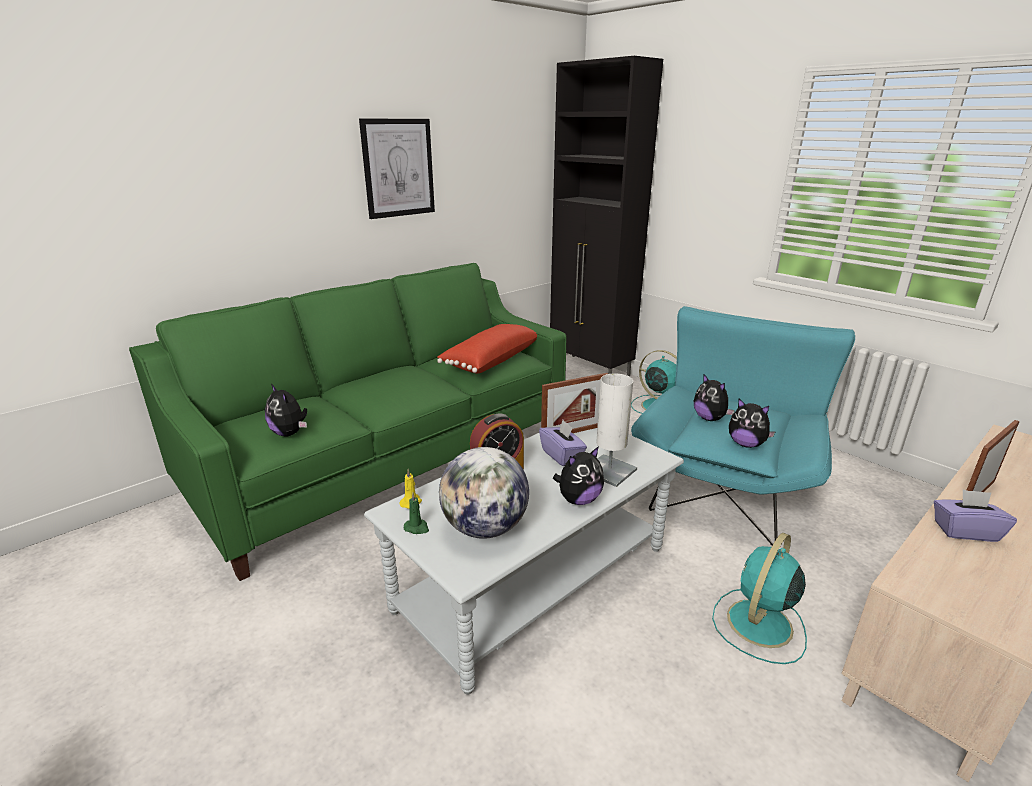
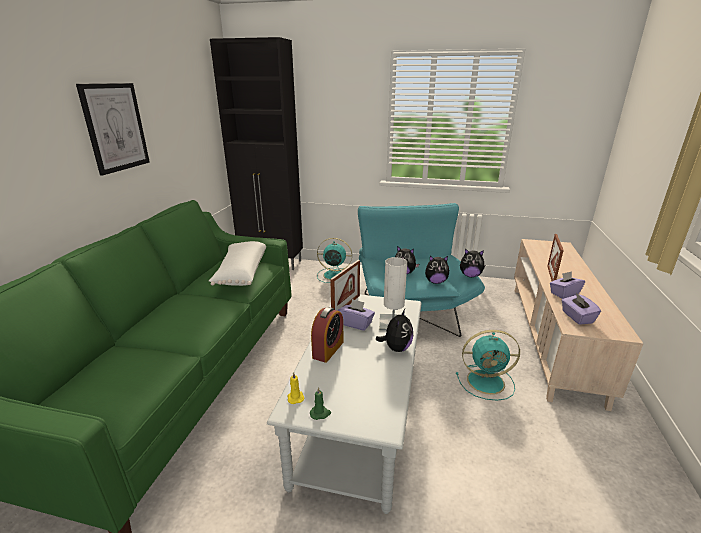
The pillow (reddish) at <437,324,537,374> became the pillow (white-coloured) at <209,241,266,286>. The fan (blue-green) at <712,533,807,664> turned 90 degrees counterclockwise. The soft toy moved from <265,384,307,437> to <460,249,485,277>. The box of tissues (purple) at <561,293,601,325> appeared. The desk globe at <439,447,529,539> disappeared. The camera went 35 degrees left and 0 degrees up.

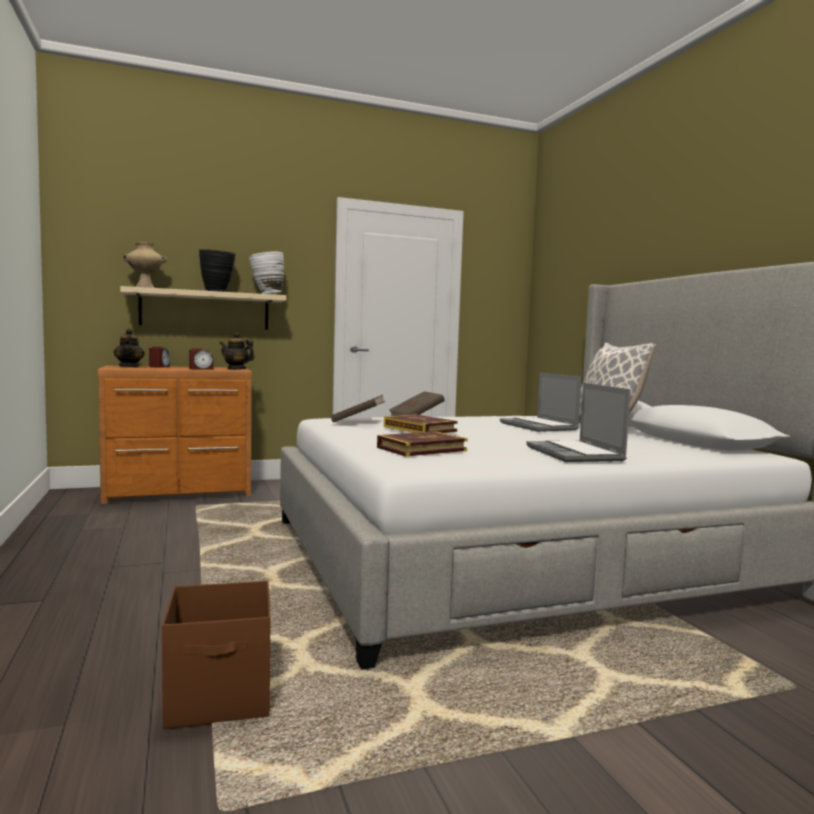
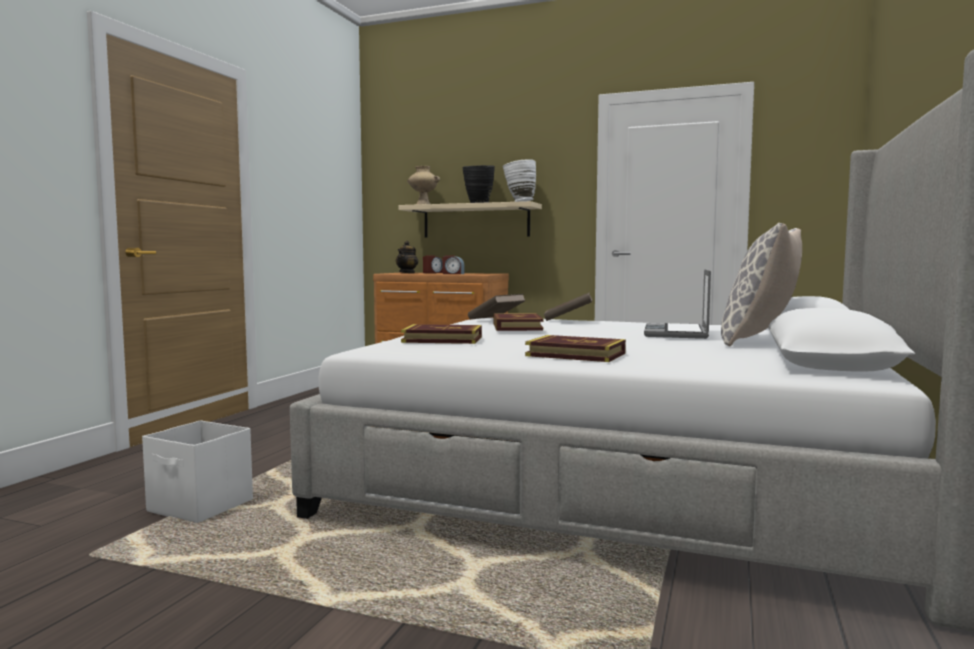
The storage box (brownish) at <162,581,271,729> became the storage box (white-coloured) at <142,420,253,523>. The portable computer at <526,383,631,462> was replaced by the book at <525,335,626,362>. The tea pot at <220,332,255,370> disappeared. The camera went 40 degrees right and 0 degrees up.

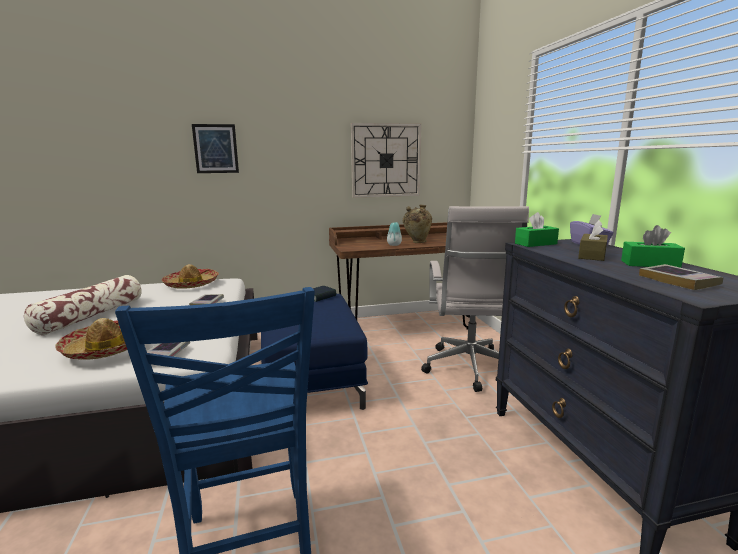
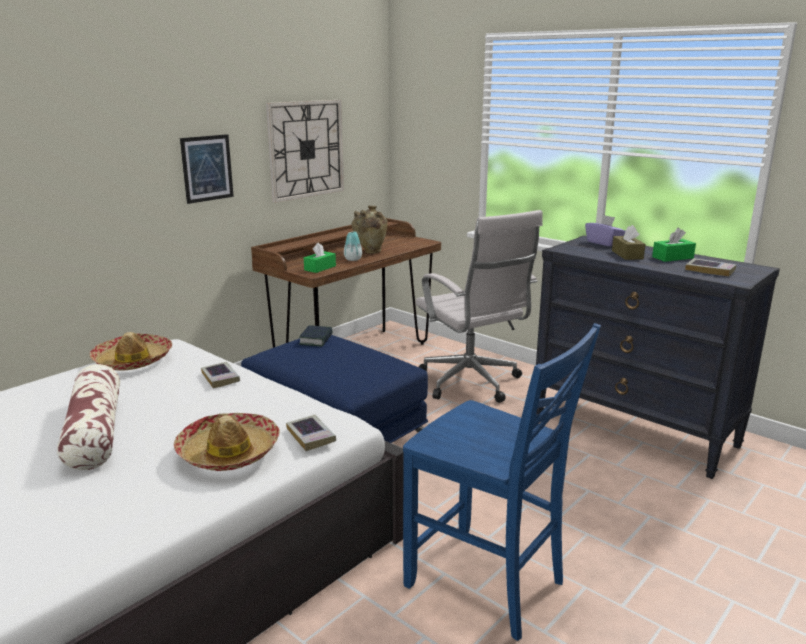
The wall art moved from <192,124,239,173> to <180,134,234,204>. The box of tissues (green-coloured) moved from <515,212,559,247> to <304,243,336,273>. The camera went 35 degrees left and 5 degrees up.

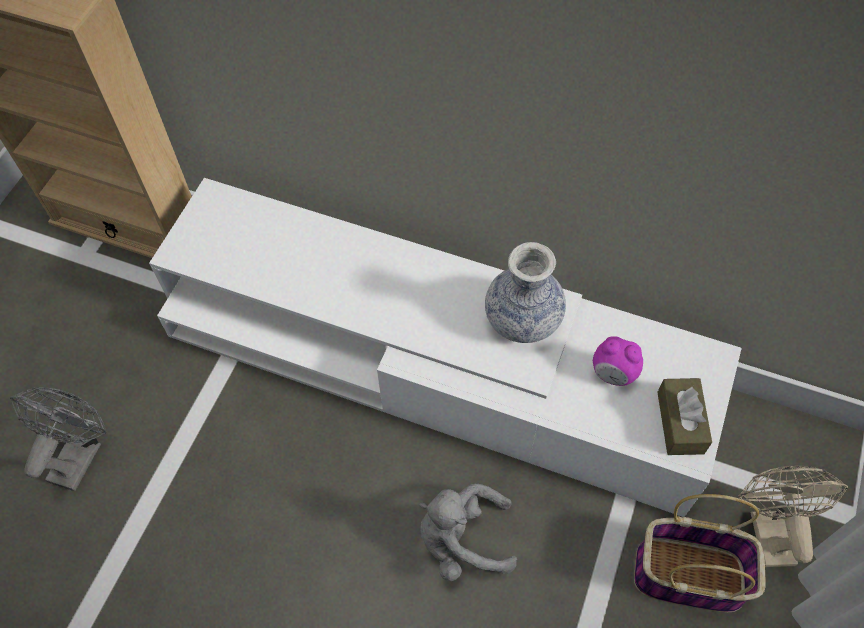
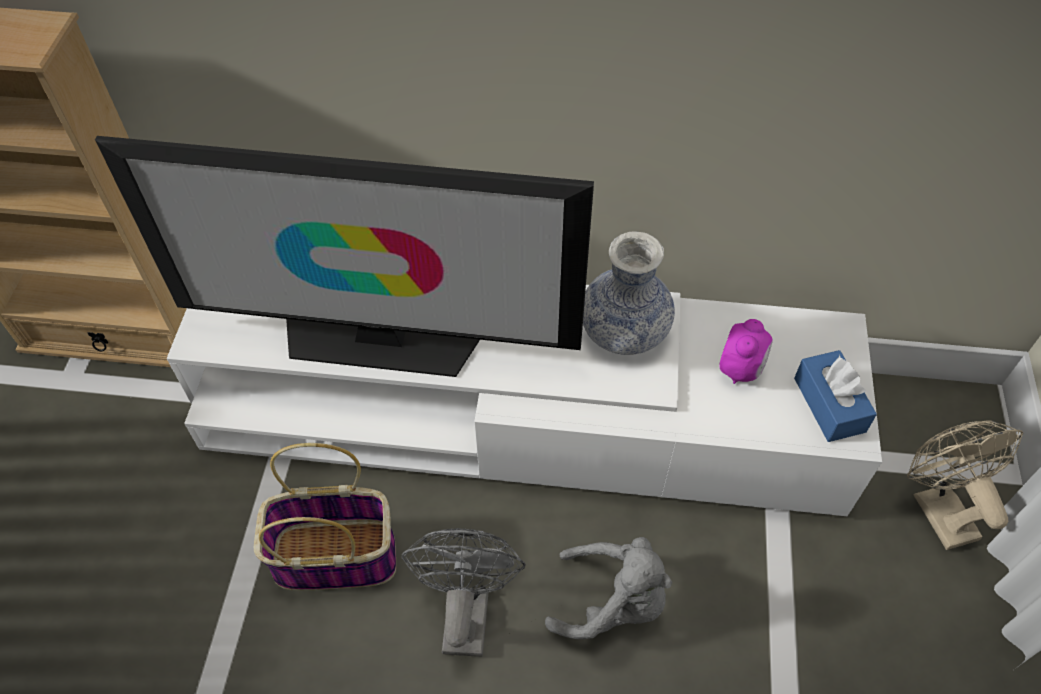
The television at <95,136,594,377> appeared. The household basket moved from <634,494,766,612> to <254,443,396,591>. The fan (greyish) moved from <10,387,107,491> to <401,528,526,657>. The soft toy (greyish) at <419,484,517,581> turned 150 degrees counterclockwise. The bedside clock at <593,336,643,386> turned 75 degrees counterclockwise. The box of tissues (brownish) at <657,378,712,455> became the box of tissues (blue-coloured) at <794,350,877,442>. The camera went 15 degrees left and 5 degrees down.

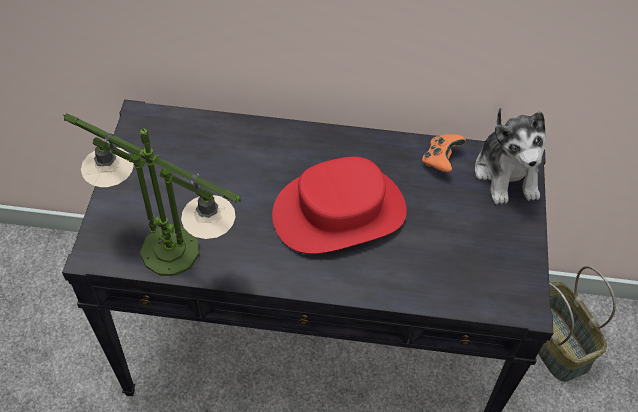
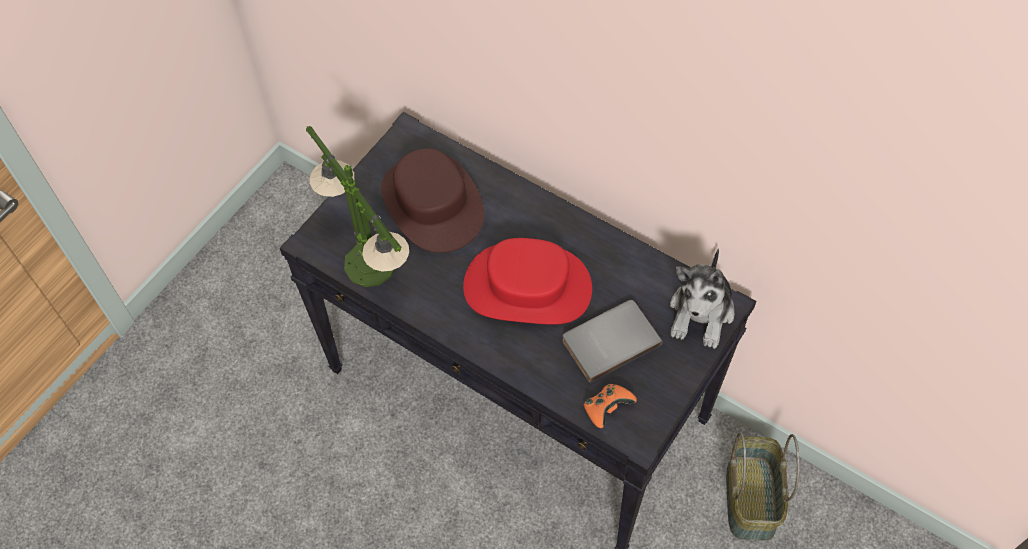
The clothing hat (brownish) at <381,148,484,253> appeared. The book (greyish) at <562,300,662,383> appeared. The gamepad (orange) moved from <422,134,466,172> to <584,384,637,428>. The camera went 30 degrees right and 5 degrees up.

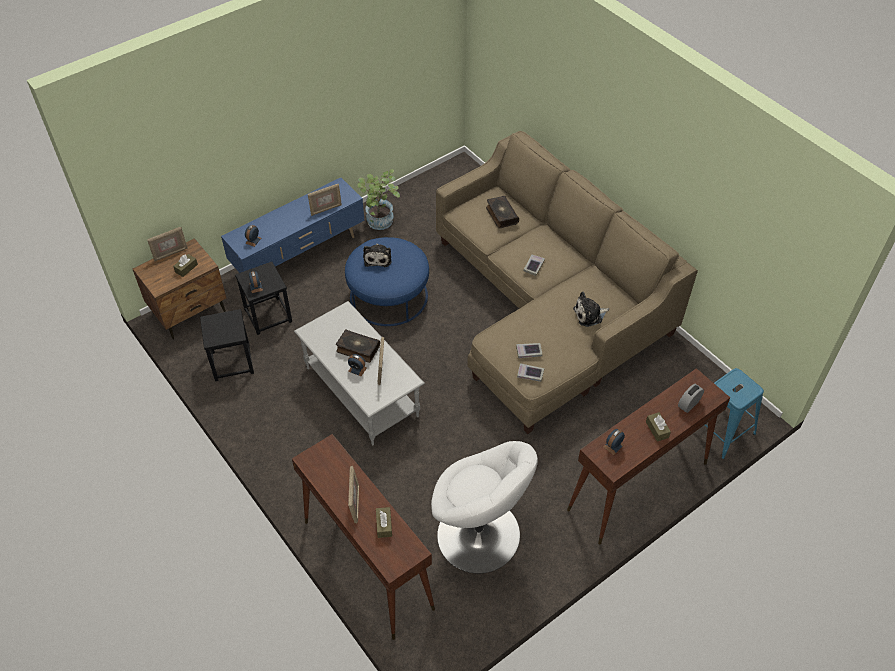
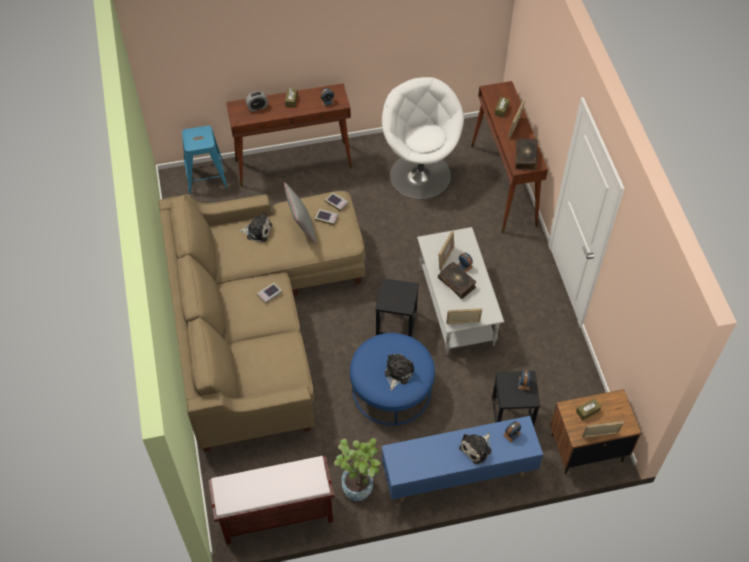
The indoor bench (brownish) at <208,456,335,545> appeared. The pillow (greyish) at <284,182,317,244> appeared. The sitting stool (black-coloured) moved from <200,309,254,381> to <375,278,419,337>. The picture frame moved from <308,184,342,216> to <446,308,483,324>. The soft toy at <459,433,491,464> appeared. The book moved from <486,196,519,229> to <515,138,537,170>. The camera went 155 degrees left and 5 degrees up.

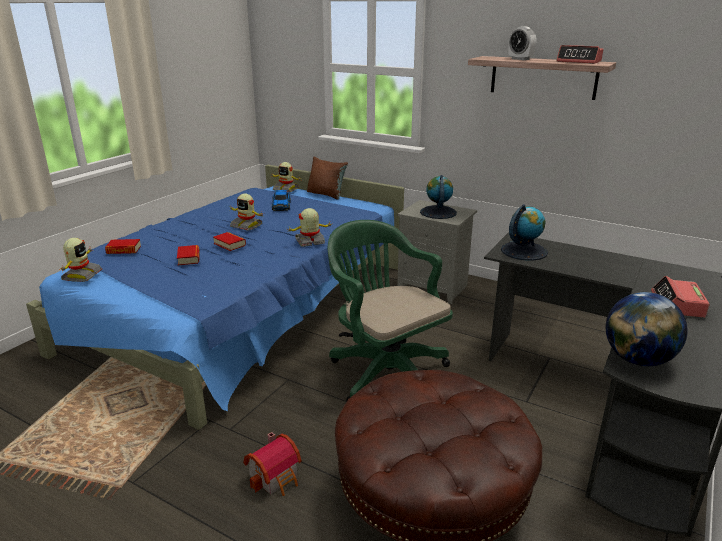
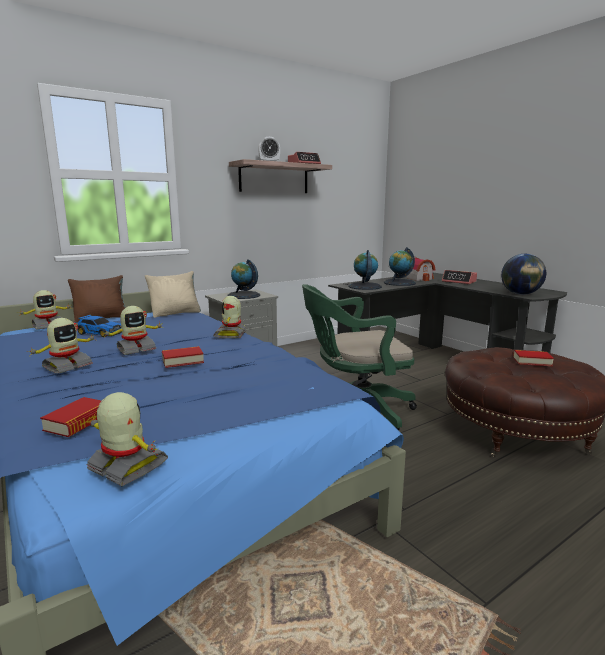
The robot figure at <28,318,95,374> appeared. The pillow (sand-coloured) at <145,271,201,318> appeared. The desk globe at <384,247,416,286> appeared. The miniature house moved from <243,432,302,496> to <407,256,435,281>. The book moved from <177,245,200,265> to <513,350,554,366>. The camera went 65 degrees left and 10 degrees down.

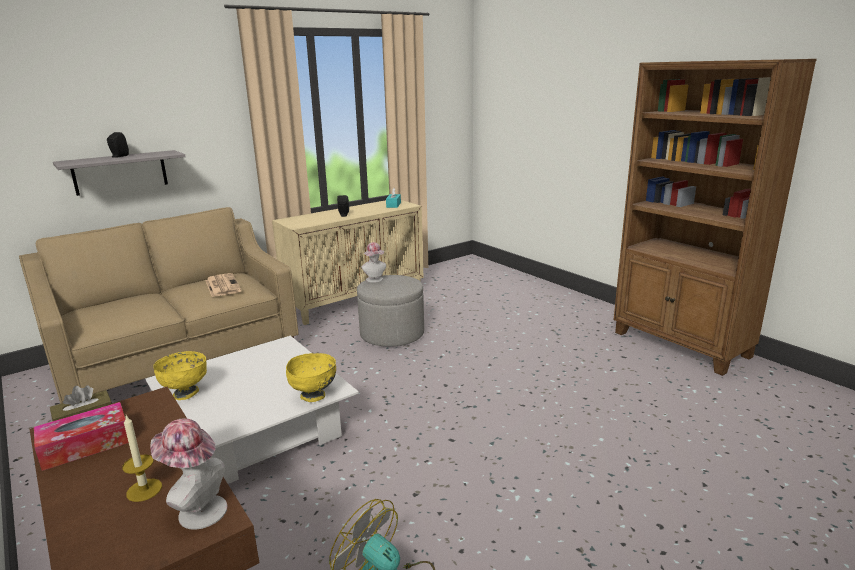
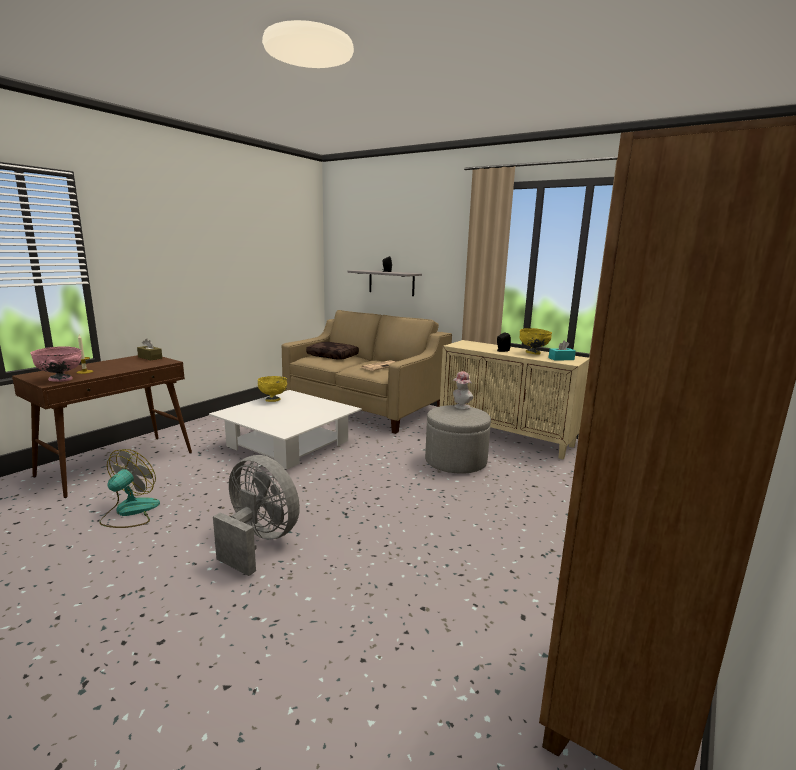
The clothing hat at <150,418,227,530> was replaced by the bowl (pink) at <30,346,82,382>. The fan (greyish) at <213,455,300,576> appeared. The pillow (brownish) at <306,342,359,360> appeared. The bowl (yellowish) moved from <286,353,336,402> to <519,328,552,355>. The box of tissues at <34,402,129,471> disappeared. The camera went 70 degrees right and 5 degrees down.

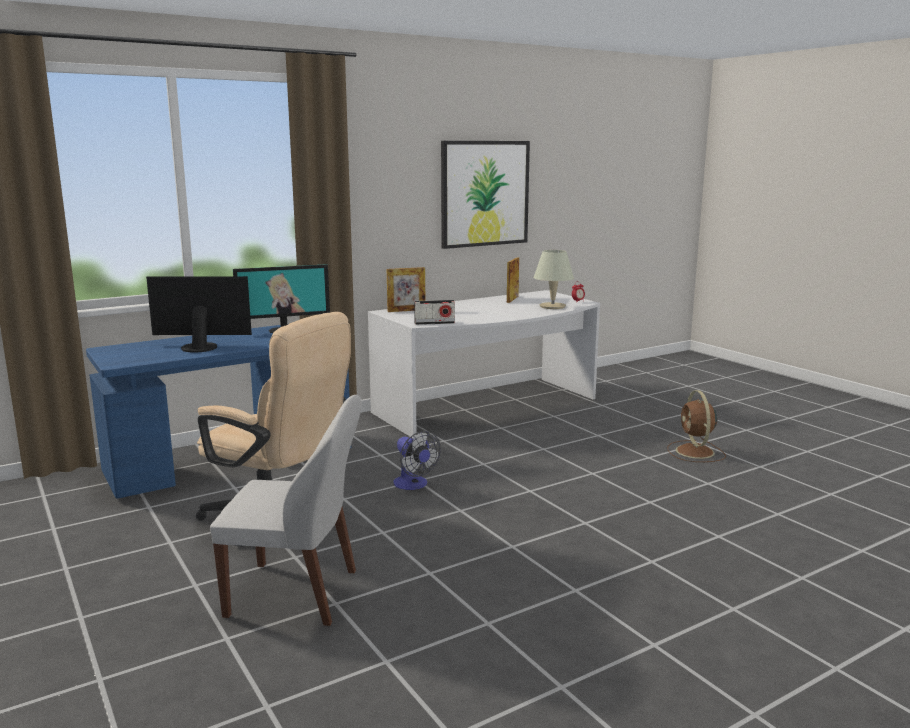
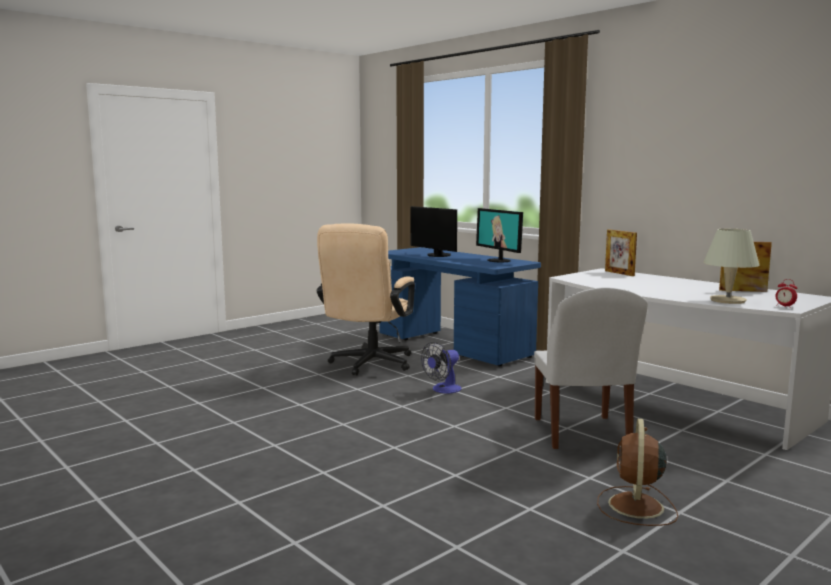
The monitor at <146,276,252,353> turned 150 degrees clockwise. The upright chair (white-coloured) moved from <210,395,362,626> to <534,287,648,449>. The fan (brownish) at <668,390,726,462> turned 60 degrees counterclockwise. The radio at <414,300,455,325> disappeared. The wall art at <441,141,530,249> disappeared. The camera went 80 degrees right and 5 degrees down.

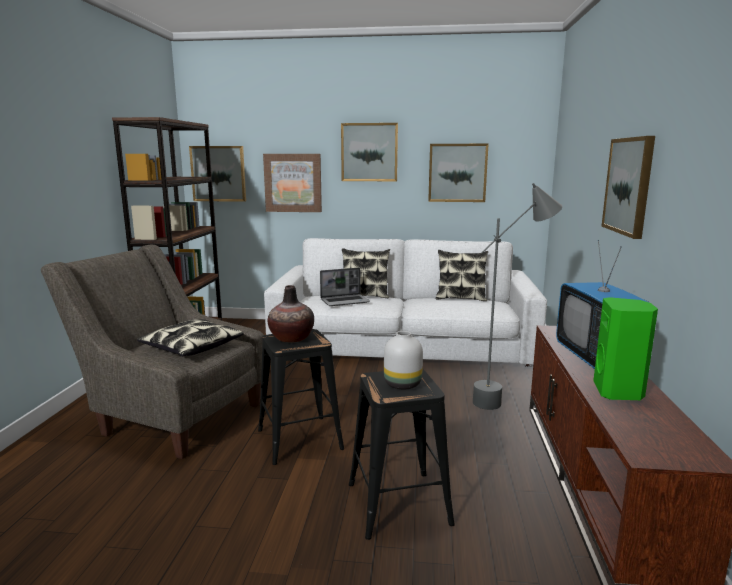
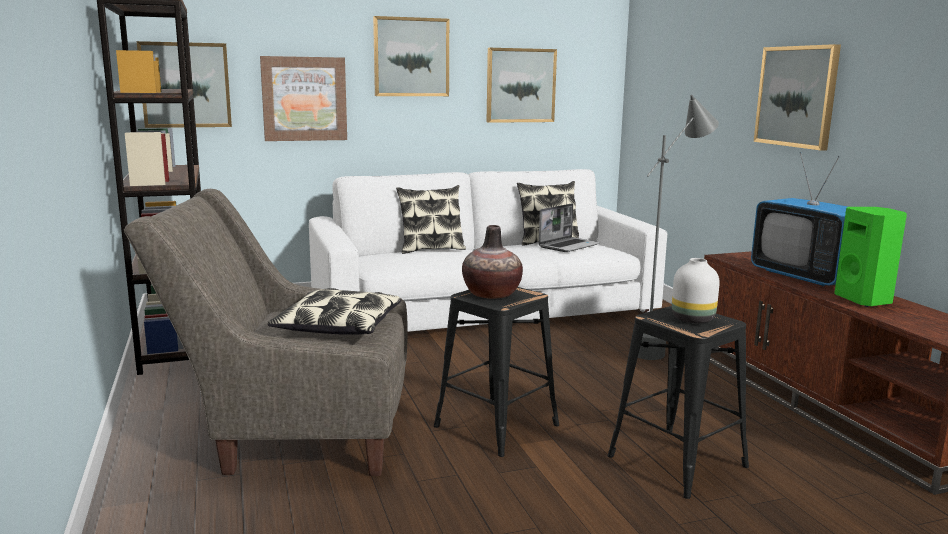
The portable computer moved from <320,268,370,306> to <539,203,600,252>. The camera went 25 degrees left and 0 degrees up.

